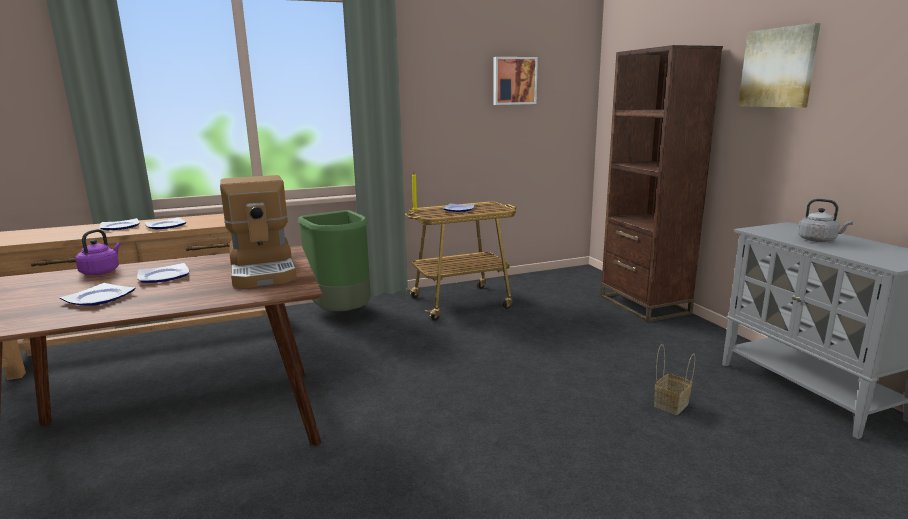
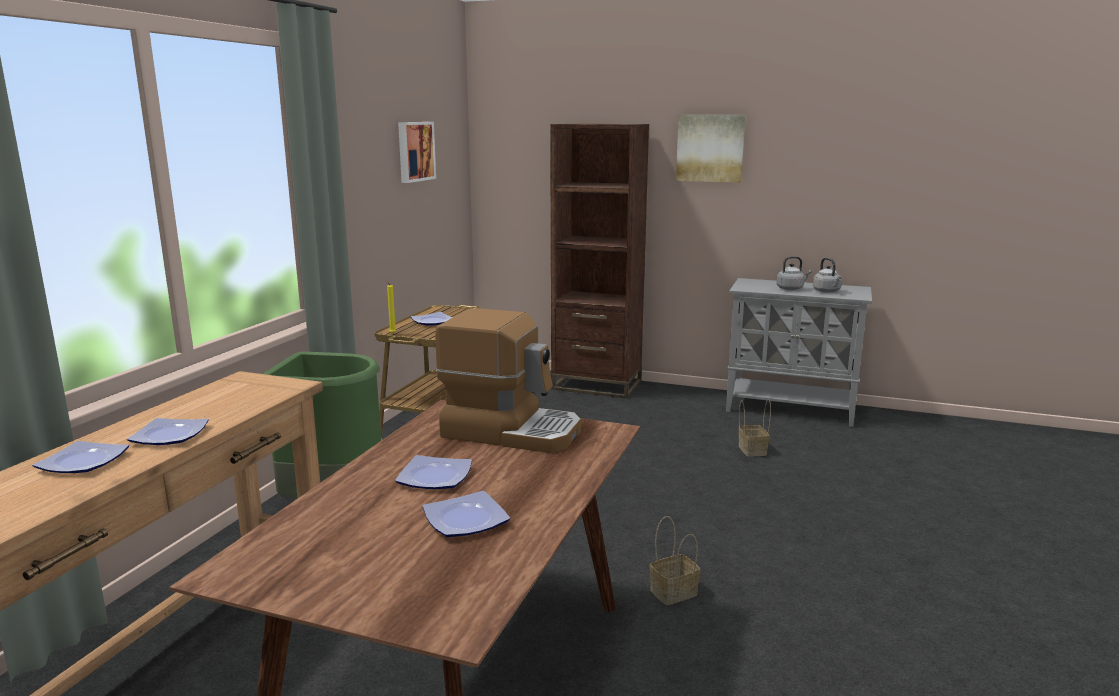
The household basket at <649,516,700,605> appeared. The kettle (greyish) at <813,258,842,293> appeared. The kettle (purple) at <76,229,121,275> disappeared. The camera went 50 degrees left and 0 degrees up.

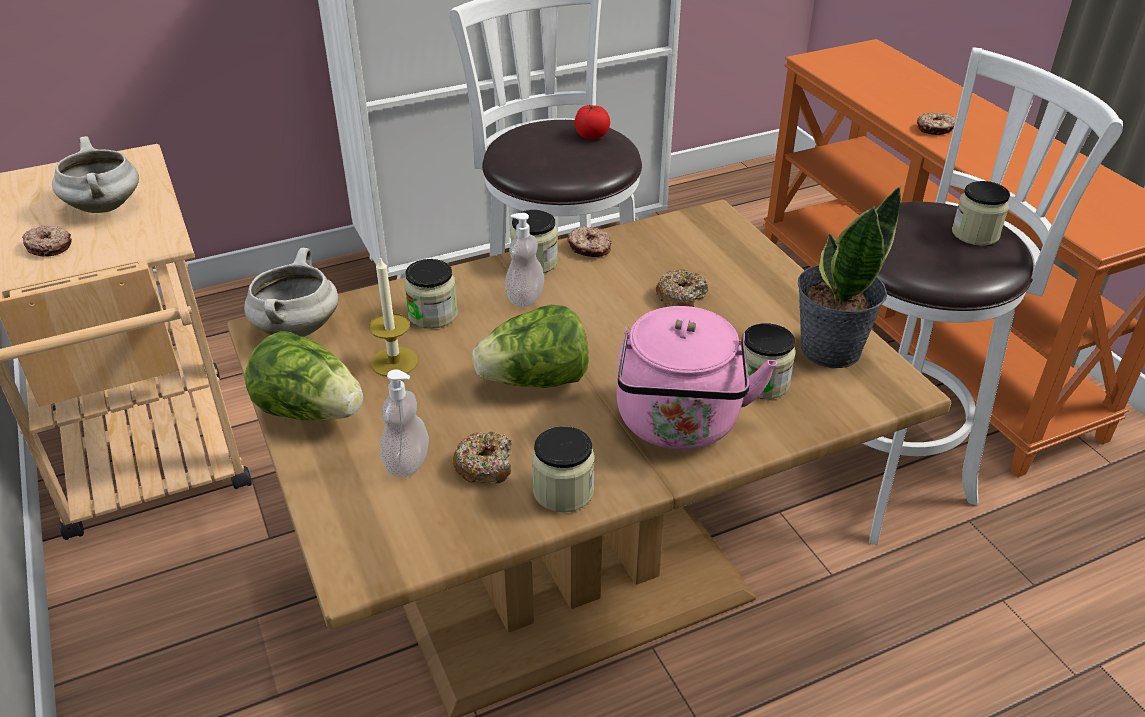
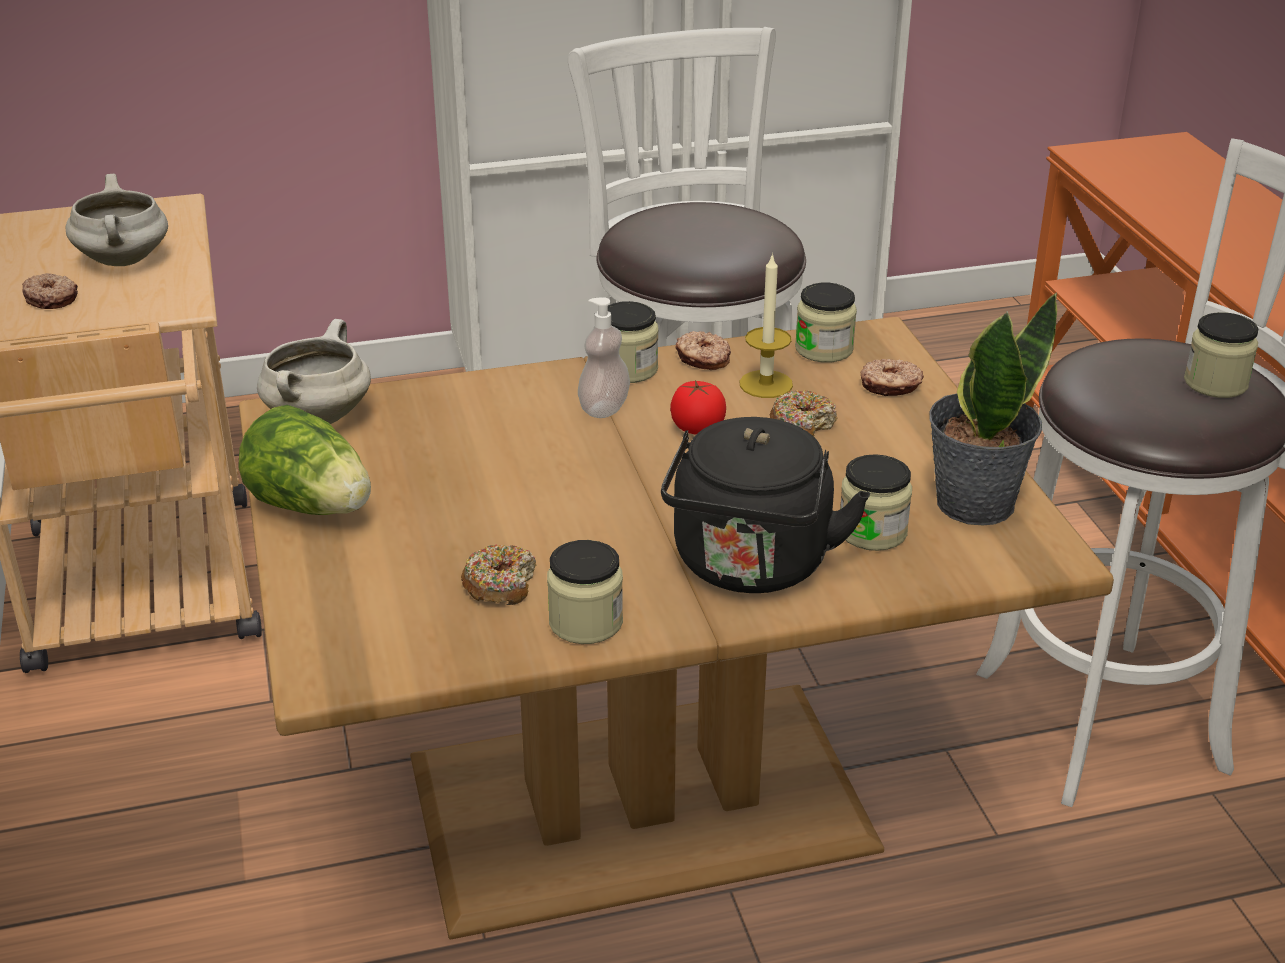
The kettle (pink) at <617,306,777,450> became the kettle (black-coloured) at <661,417,870,593>. The tomato moved from <575,105,610,139> to <670,380,726,434>. The candle moved from <369,257,418,377> to <739,253,793,398>. The jar moved from <404,259,458,329> to <795,283,857,363>. The doughnut moved from <917,112,956,135> to <861,359,924,396>. The soap dispenser at <380,369,429,477> disappeared. The lettuce at <472,305,588,388> disappeared. The camera went 10 degrees right and 5 degrees down.

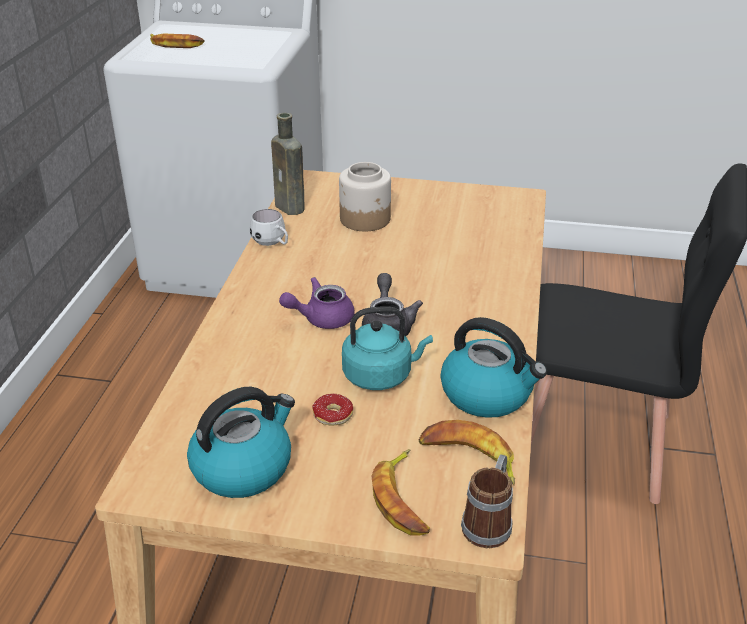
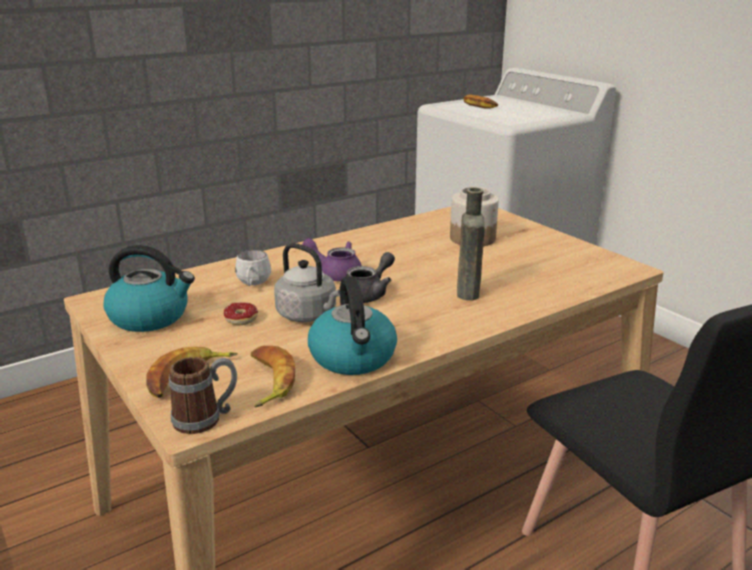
The mug (white-coloured) moved from <250,209,288,246> to <235,250,271,286>. The kettle (blue-green) at <342,306,433,390> became the kettle (greyish) at <274,243,340,322>. The drink bottle (brownish) moved from <271,113,305,215> to <457,187,485,300>. The camera went 45 degrees right and 10 degrees down.

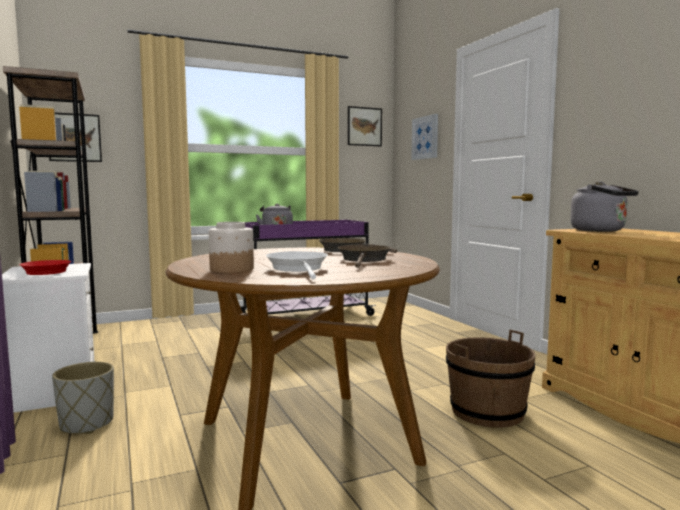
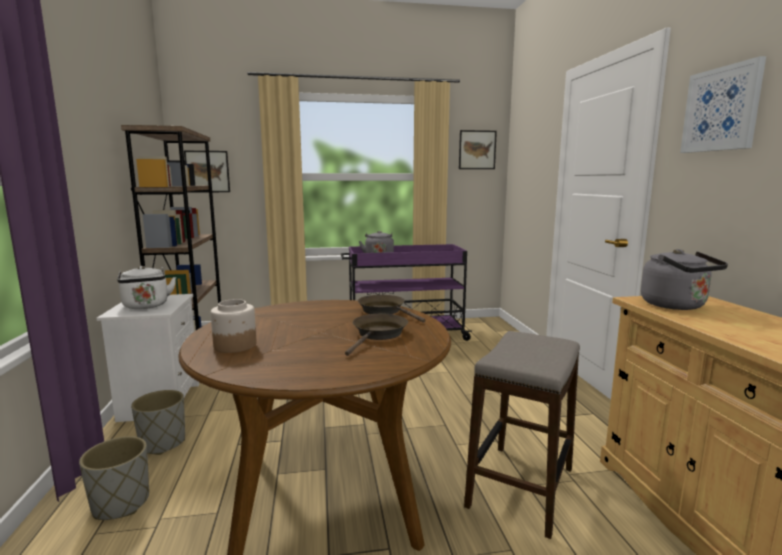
The planter (greyish) at <79,436,149,520> appeared. The frying pan (reddish) at <19,260,71,275> was replaced by the kettle (white-coloured) at <117,266,176,309>. The bucket (brownish) at <446,330,535,428> was replaced by the sitting stool at <464,331,580,539>. The wall art moved from <411,114,438,160> to <680,56,766,153>. The frying pan (white-coloured) at <266,251,328,279> disappeared. The camera went 15 degrees right and 5 degrees up.

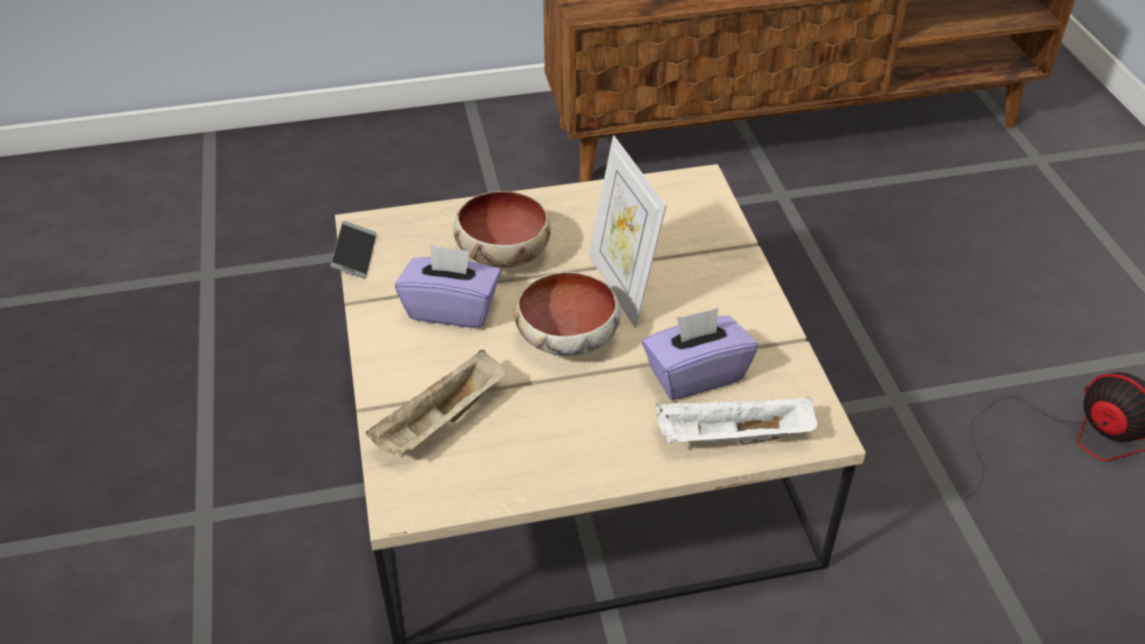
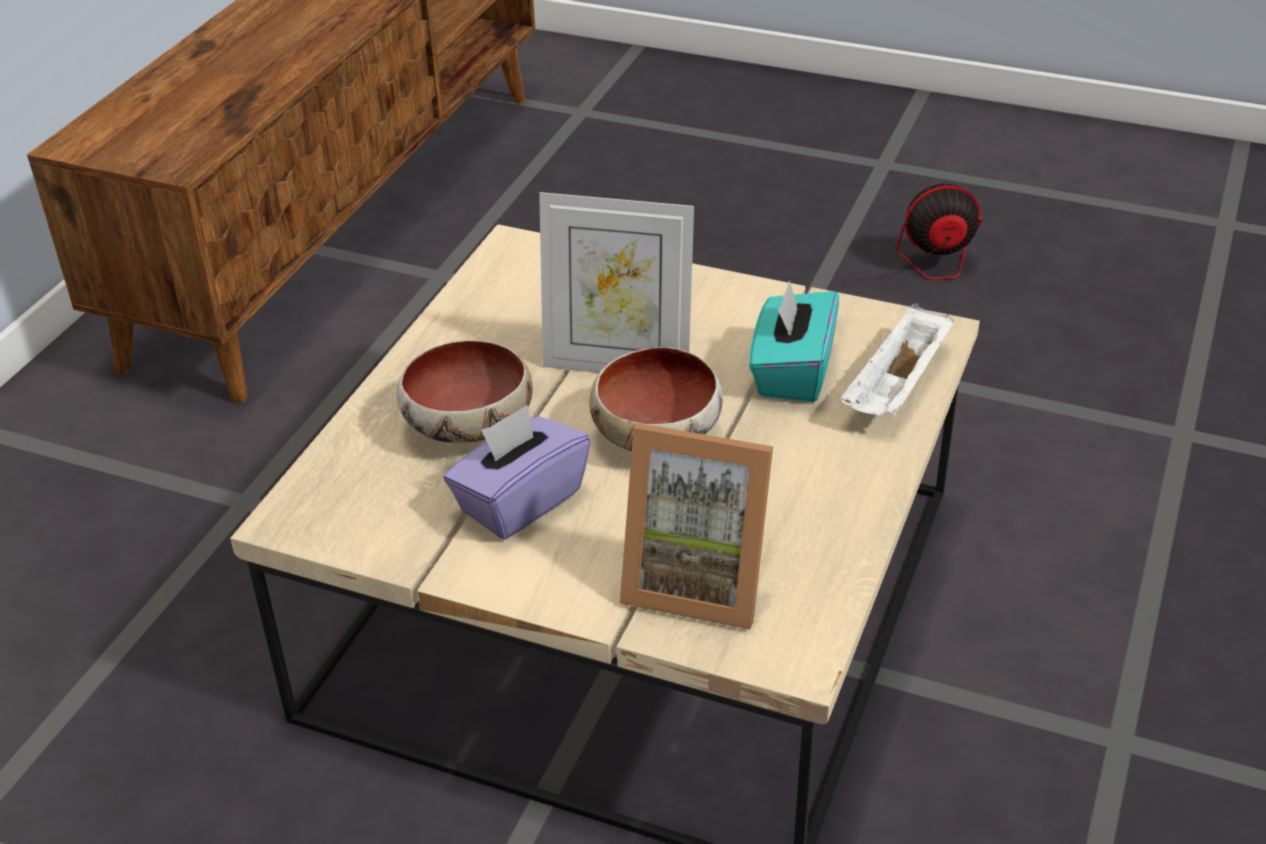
The carrying tray (sand-coloured) at <366,350,506,457> was replaced by the picture frame at <620,423,773,630>. The box of tissues (purple) at <642,308,758,400> became the box of tissues (blue-green) at <749,280,839,402>. The handset at <331,221,377,279> disappeared. The camera went 55 degrees left and 5 degrees down.

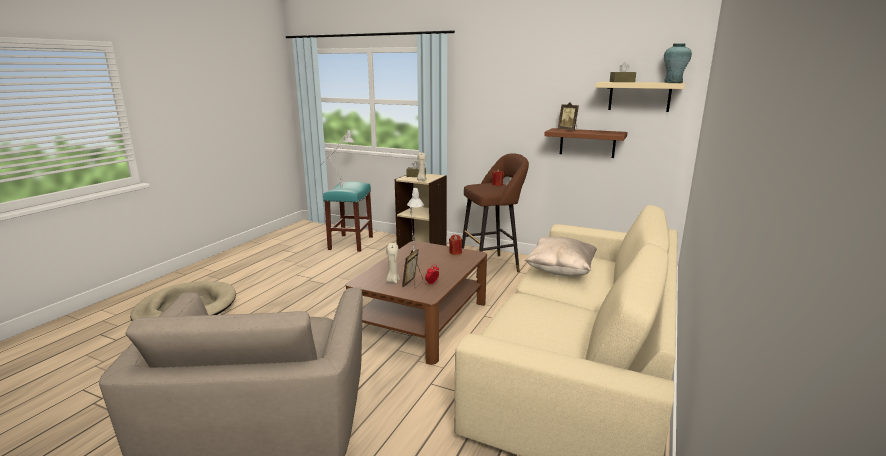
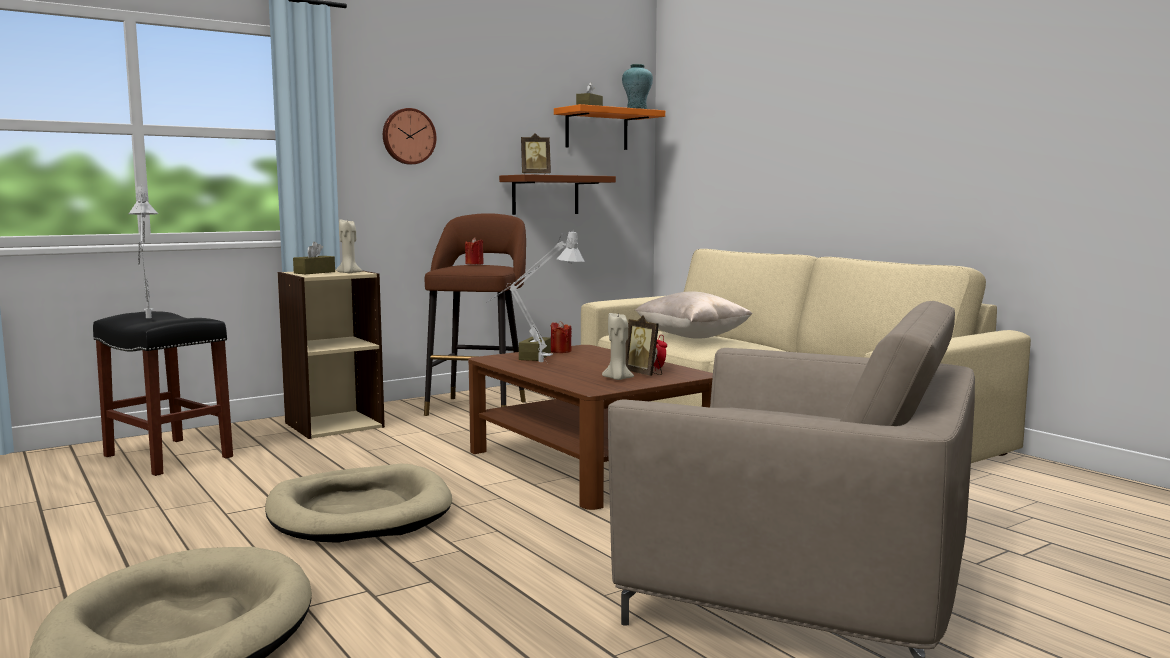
The sitting stool (blue-green) at <323,181,373,252> became the sitting stool (black-coloured) at <93,311,233,476>. The dog bed (sand-coloured) at <265,464,452,543> appeared. The hanging clock at <383,108,436,164> appeared. The box of tissues (brownish) at <519,324,551,361> appeared. The bracket shelf (sand-coloured) at <595,82,685,112> became the bracket shelf (orange) at <554,104,665,150>. The camera went 60 degrees left and 10 degrees down.

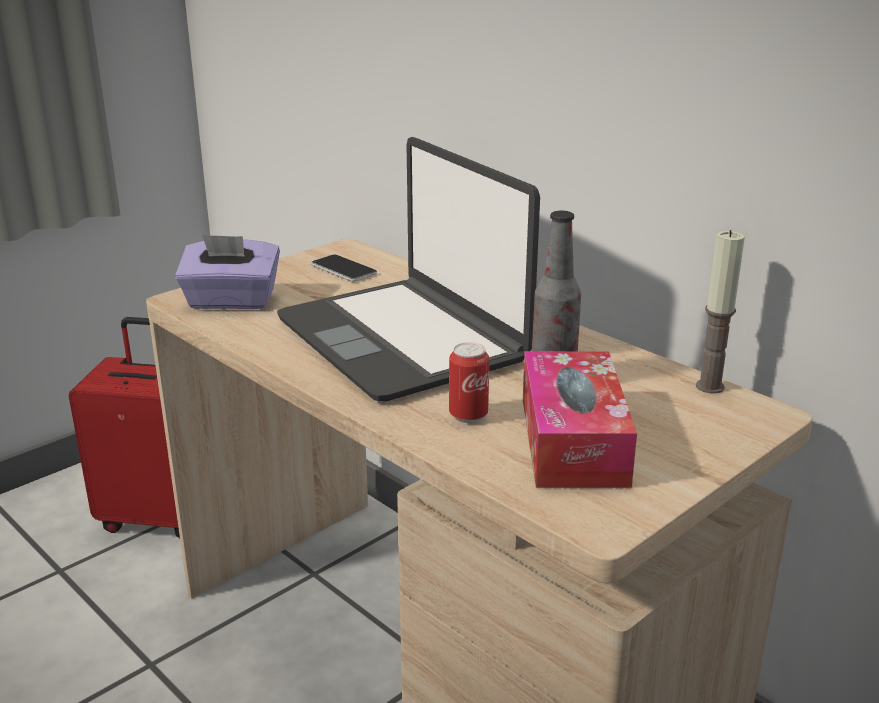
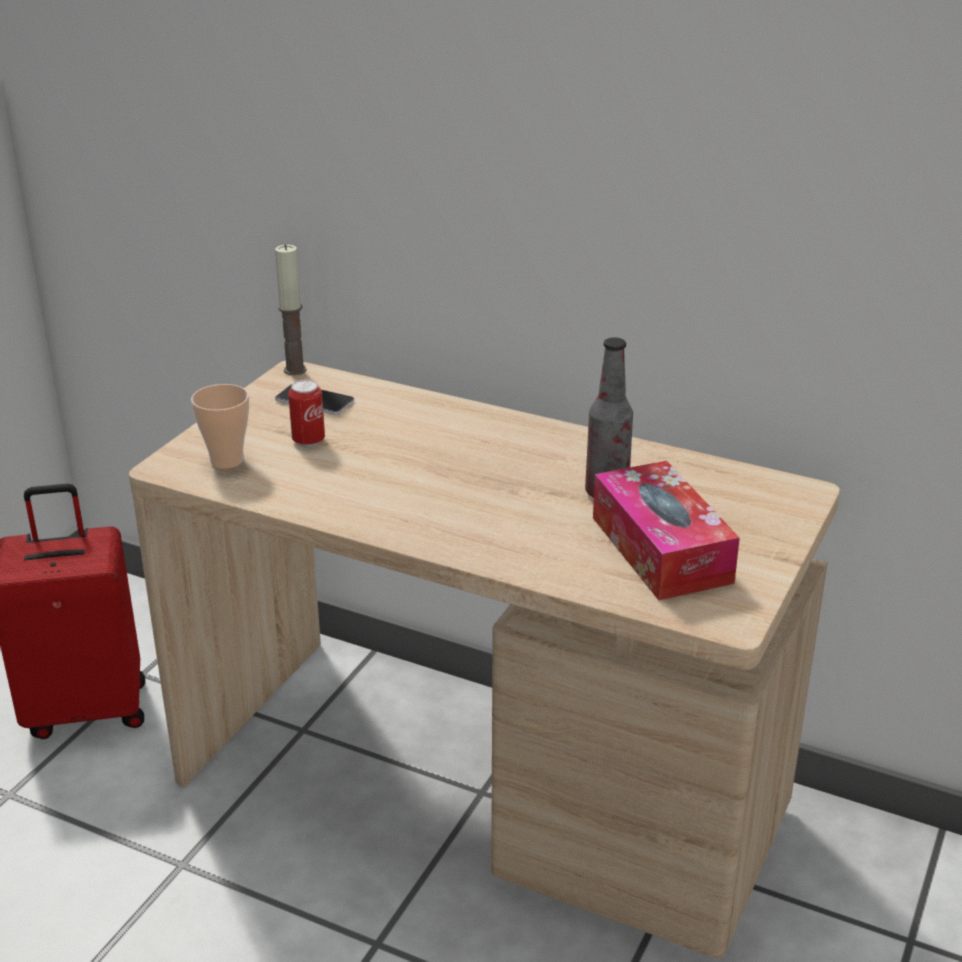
The box of tissues (purple) at <175,234,280,309> was replaced by the drinking cup at <191,384,249,469>. The candle moved from <696,230,745,393> to <275,244,307,375>. The metal can moved from <449,342,489,423> to <288,380,325,447>. The portable computer at <277,137,540,402> disappeared. The camera went 20 degrees left and 5 degrees up.

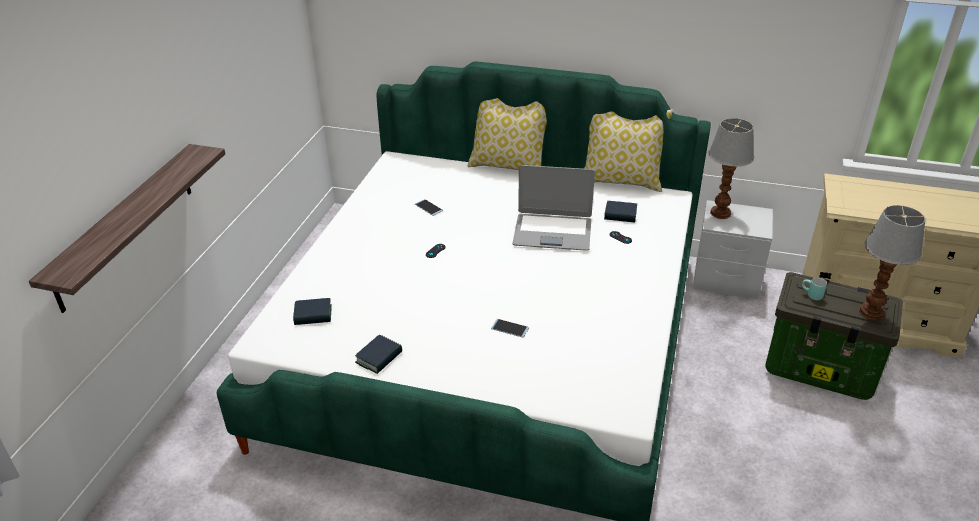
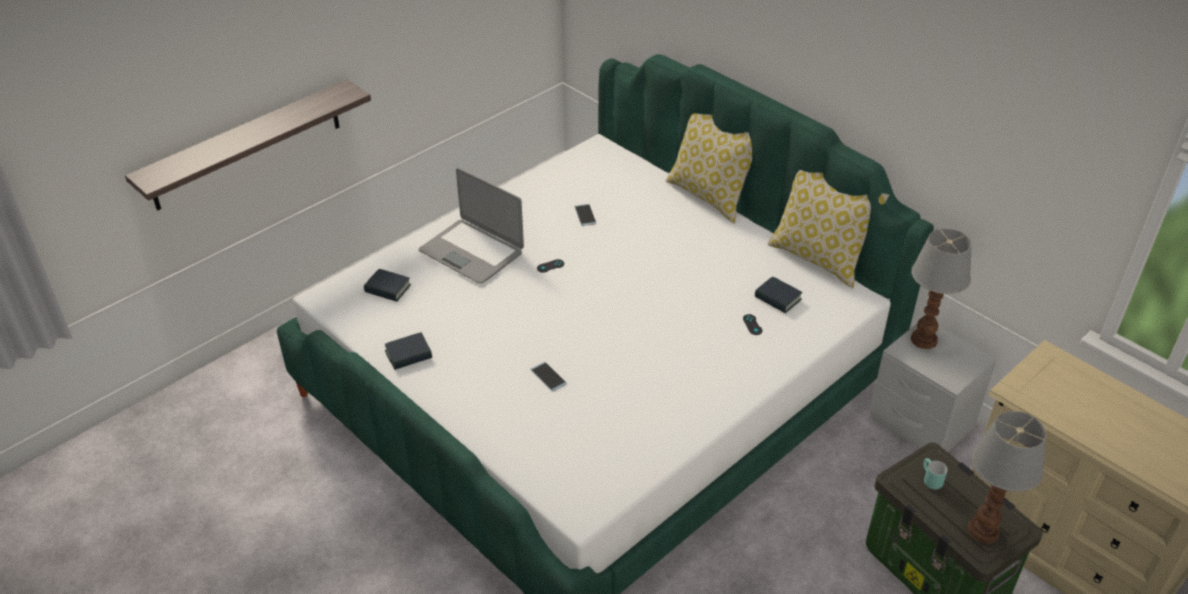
The portable computer moved from <513,165,595,251> to <419,168,524,284>. The camera went 30 degrees right and 5 degrees up.

